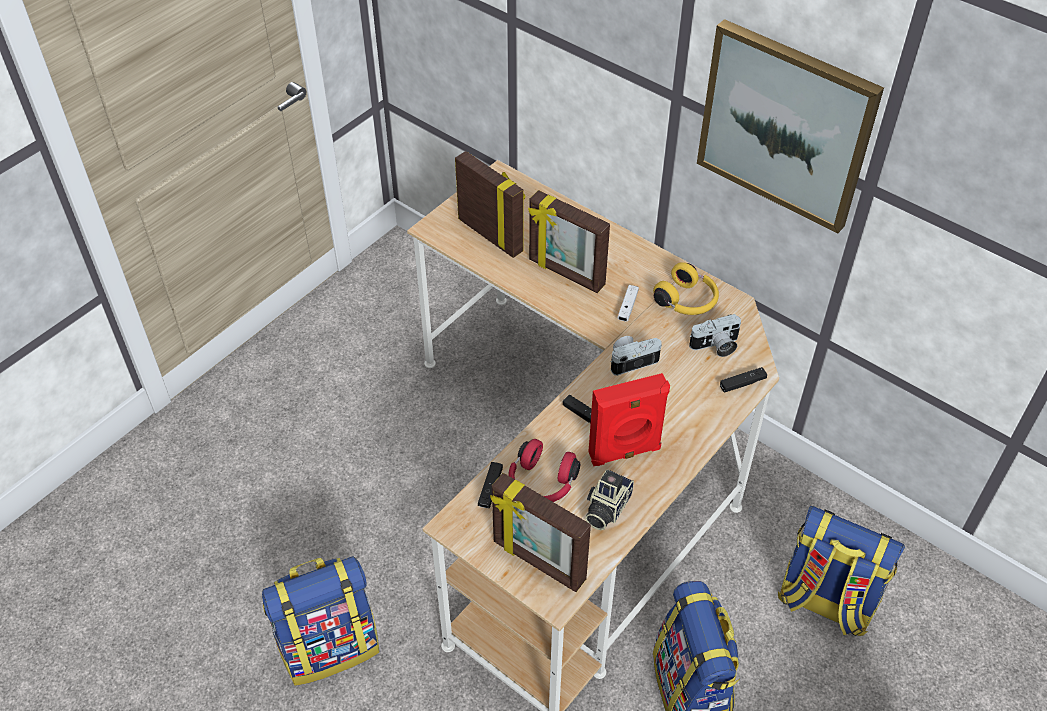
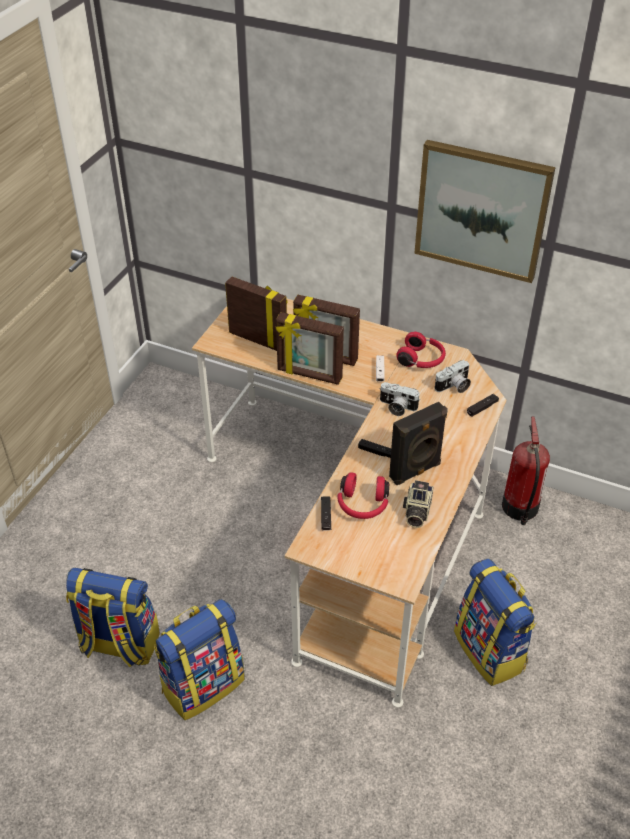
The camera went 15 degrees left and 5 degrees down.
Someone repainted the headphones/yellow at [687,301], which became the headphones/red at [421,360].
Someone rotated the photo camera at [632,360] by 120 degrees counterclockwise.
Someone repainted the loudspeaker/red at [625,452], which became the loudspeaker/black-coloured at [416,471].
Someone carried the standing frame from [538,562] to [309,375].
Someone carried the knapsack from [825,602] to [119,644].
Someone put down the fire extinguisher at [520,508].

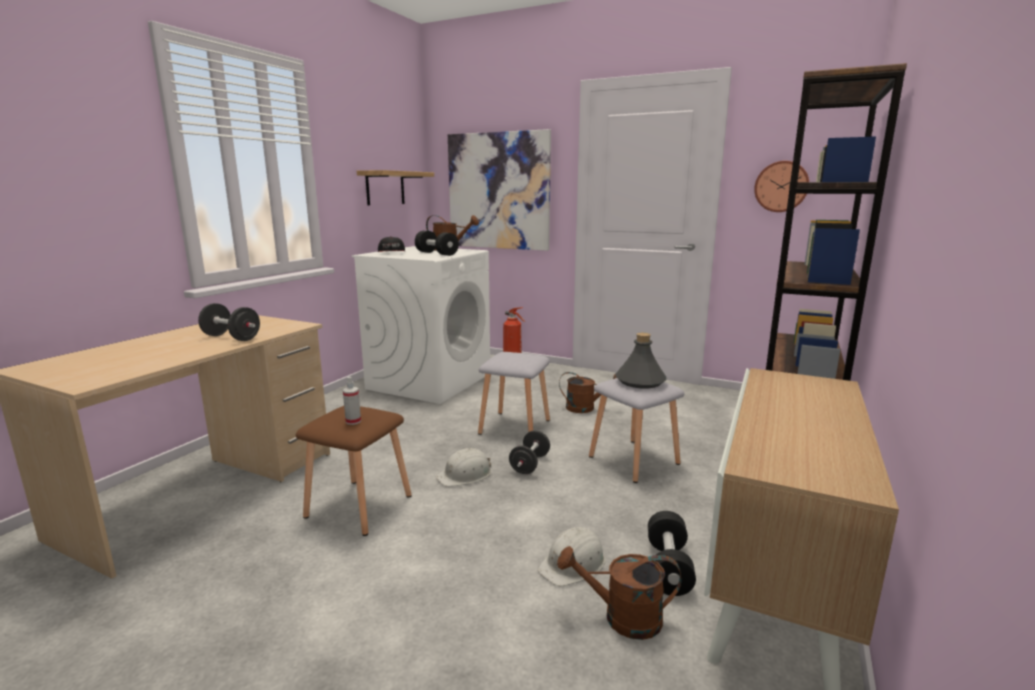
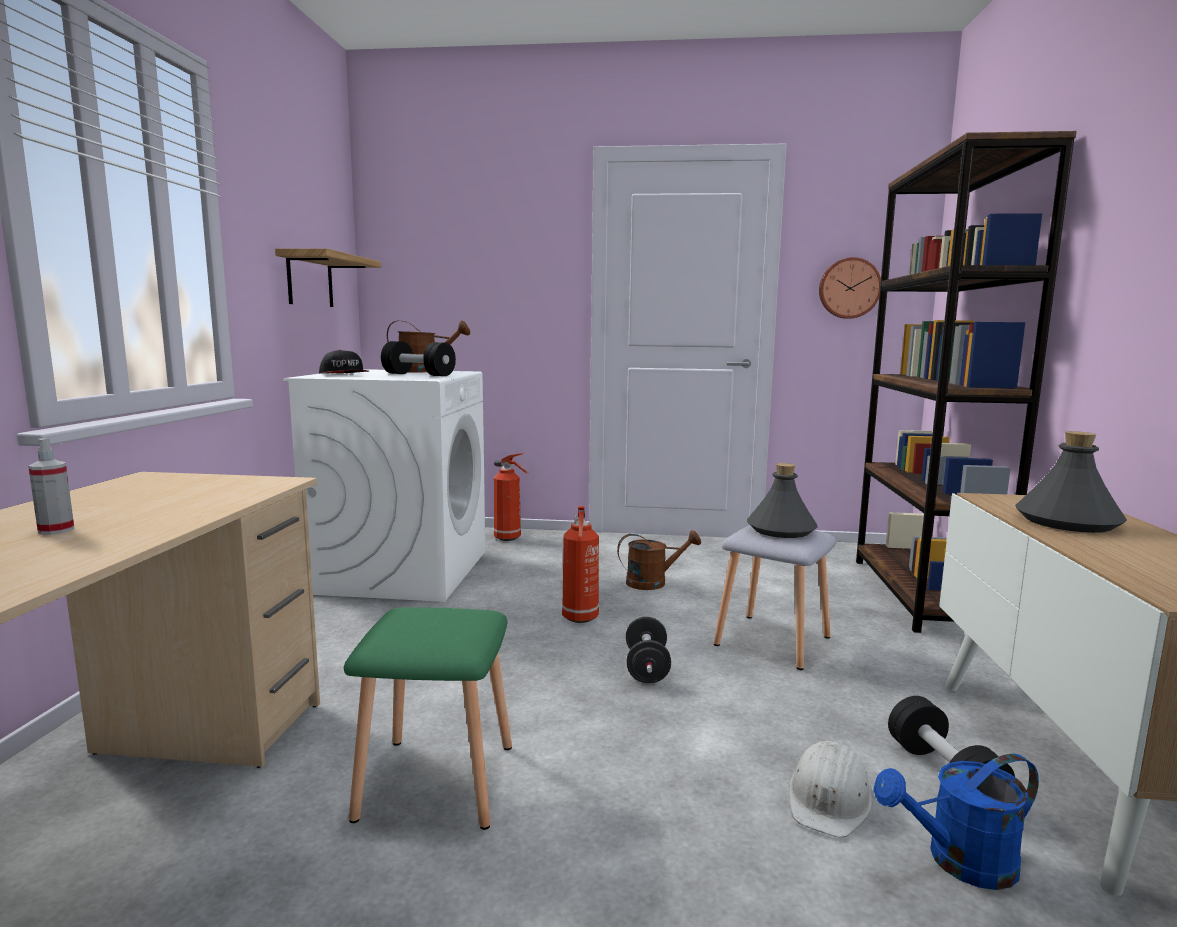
The camera went 20 degrees left and 5 degrees down.
Someone took away the picture at [498,191].
Someone took away the dumbbell/black-coloured at [231,338].
Someone swapped the stool/gray at [514,426] for the fire extinguisher at [580,619].
Someone carried the sprayer from [353,421] to [56,530].
Someone repainted the stool/brown at [358,507], which became the stool/green-coloured at [437,783].
Someone took away the work helmet/white-coloured at [465,475].
Someone repainted the watering pot/brown at [622,618], which became the watering pot/blue-coloured at [959,862].
Someone put down the drink bottle/gray at [1068,522].

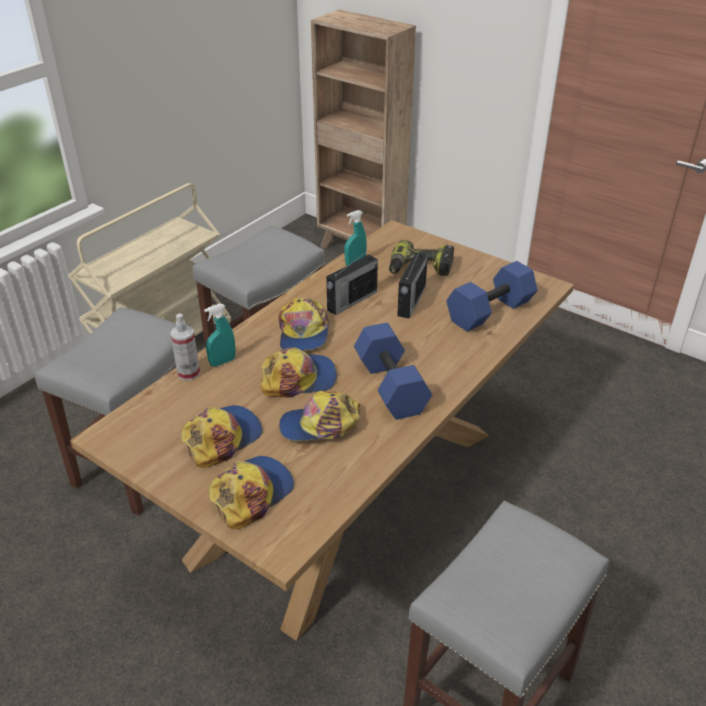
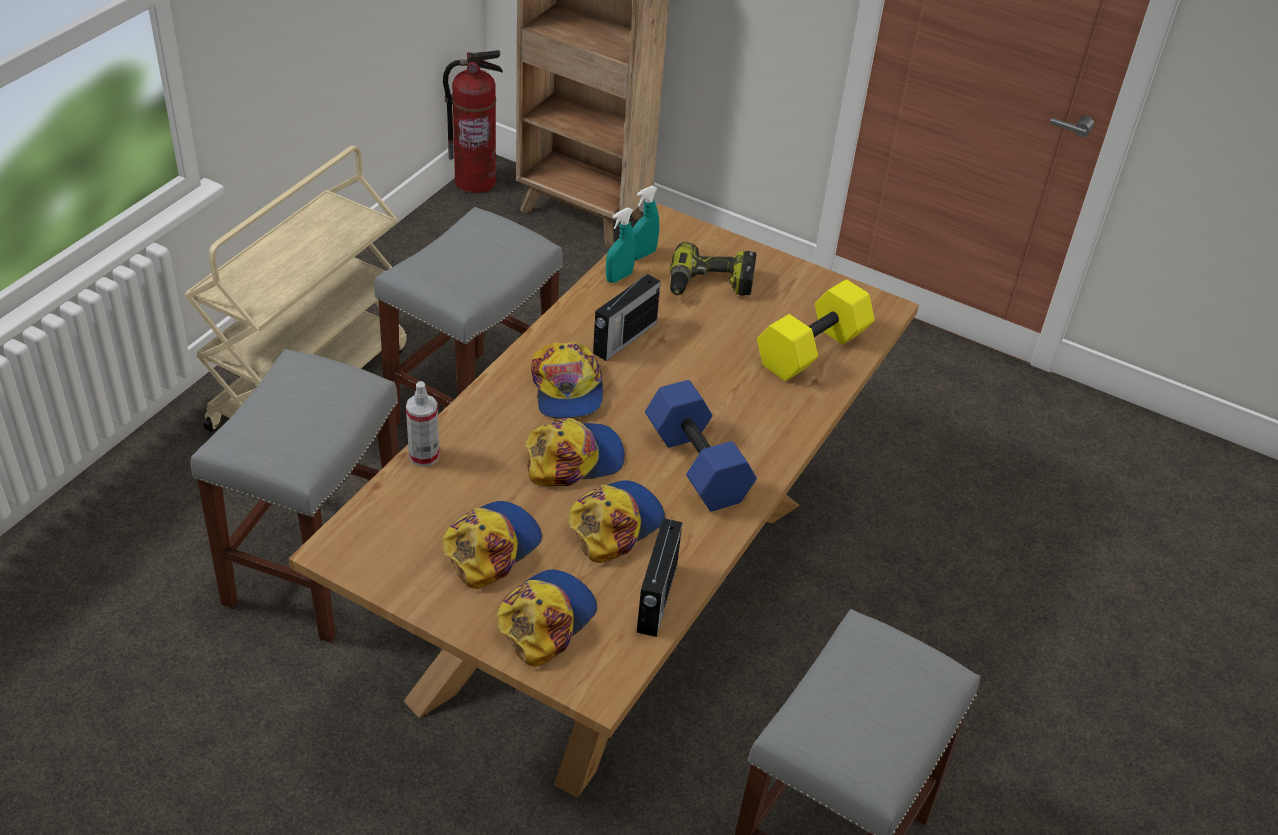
The camera went 10 degrees left and 5 degrees up.
Someone carried the radio set from [411,302] to [656,599].
Someone repainted the dumbbell/blue-coloured at [490,312], which became the dumbbell/yellow at [813,351].
Someone carried the sprayer/turquoise-coloured from [222,362] to [642,254].
Someone rotated the baseball cap at [320,425] by 150 degrees clockwise.
Someone put down the fire extinguisher at [475,182].

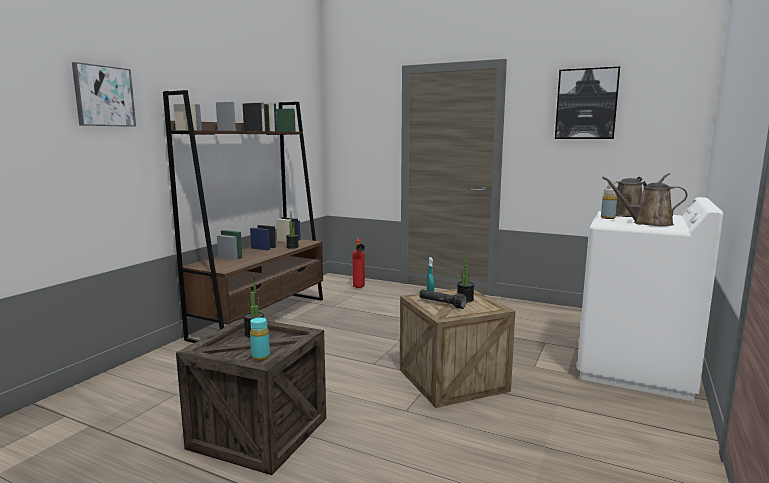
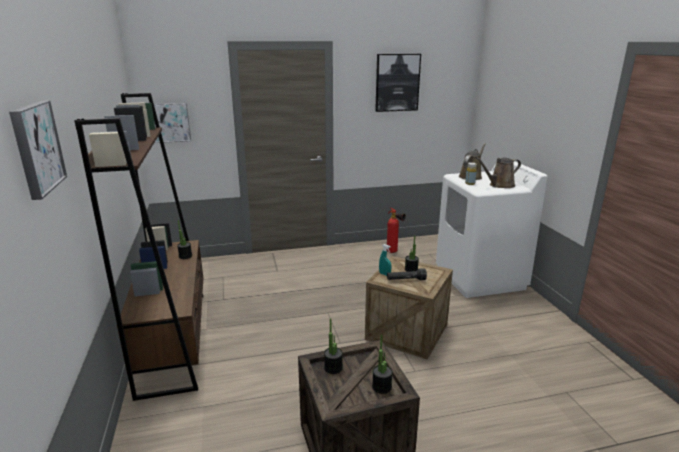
The camera went 40 degrees left and 10 degrees up.
Someone carried the fire extinguisher from [359,288] to [394,252].
Someone swapped the drink bottle/turquoise-coloured at [260,357] for the plant in a pot at [381,387].
Someone put up the picture at [169,122].

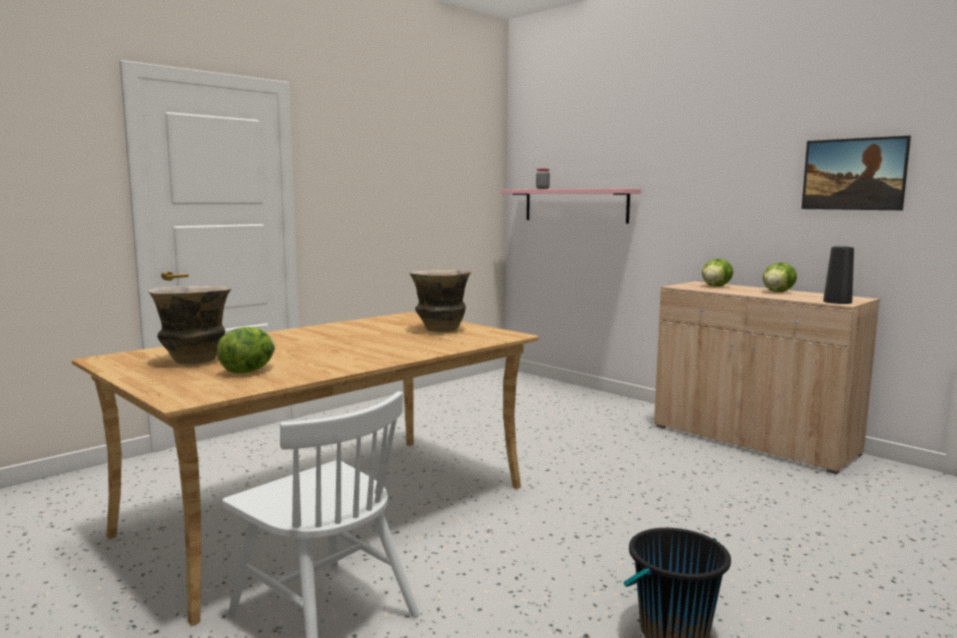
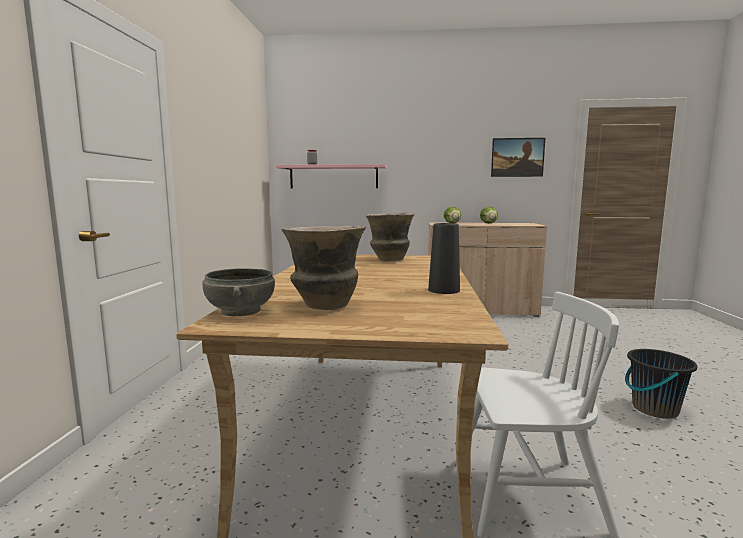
The camera went 40 degrees left and 0 degrees up.
Someone carried the decorative vase/black-coloured from [837,302] to [444,290].
Someone took away the lettuce head at [248,371].
Someone put down the bowl/gray at [239,311].

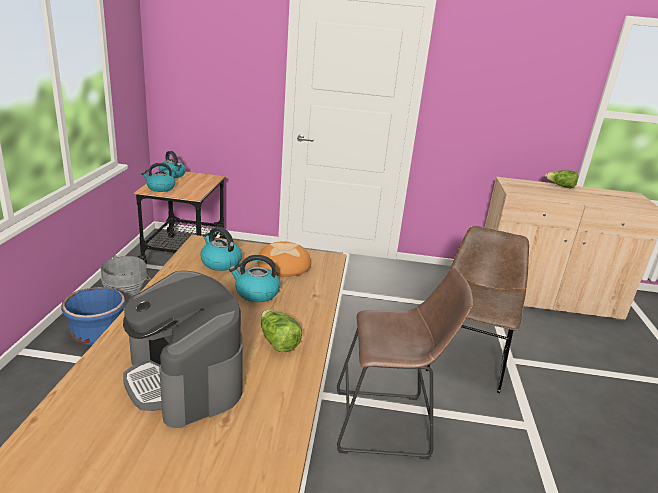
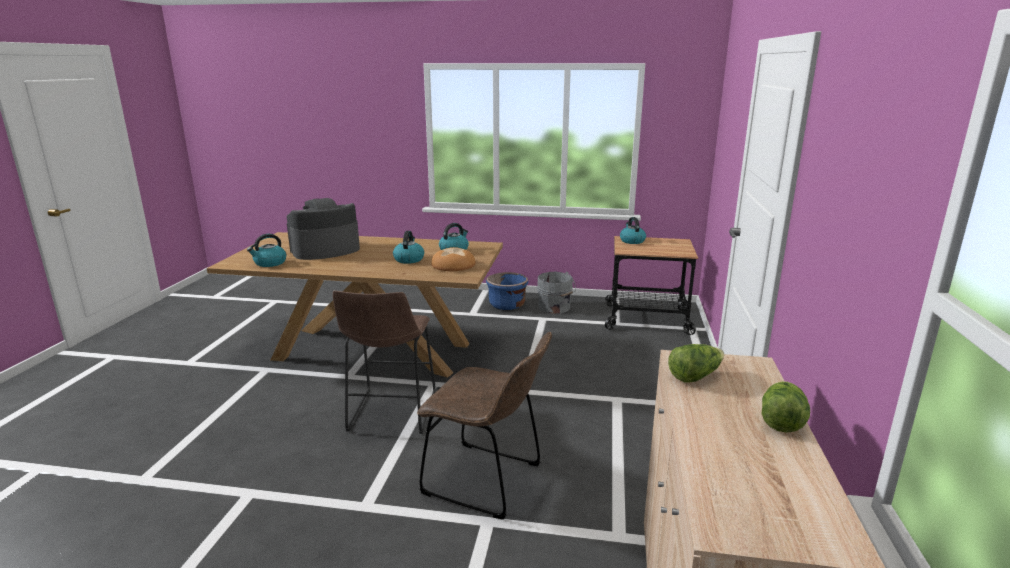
The camera went 95 degrees right and 5 degrees down.
Someone carried the tea kettle from [172,175] to [269,263].
Someone carried the lettuce head from [277,341] to [694,376].

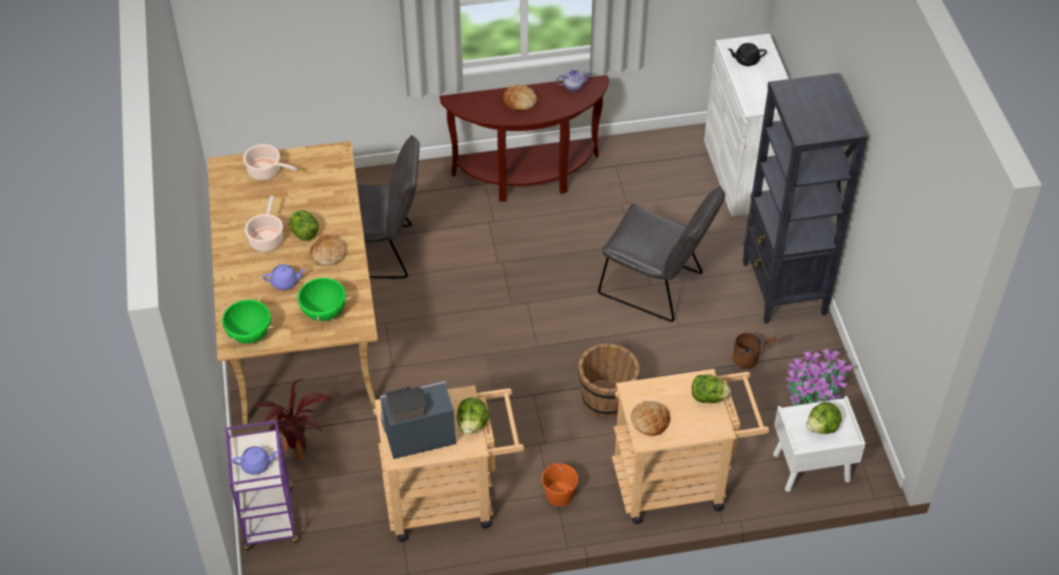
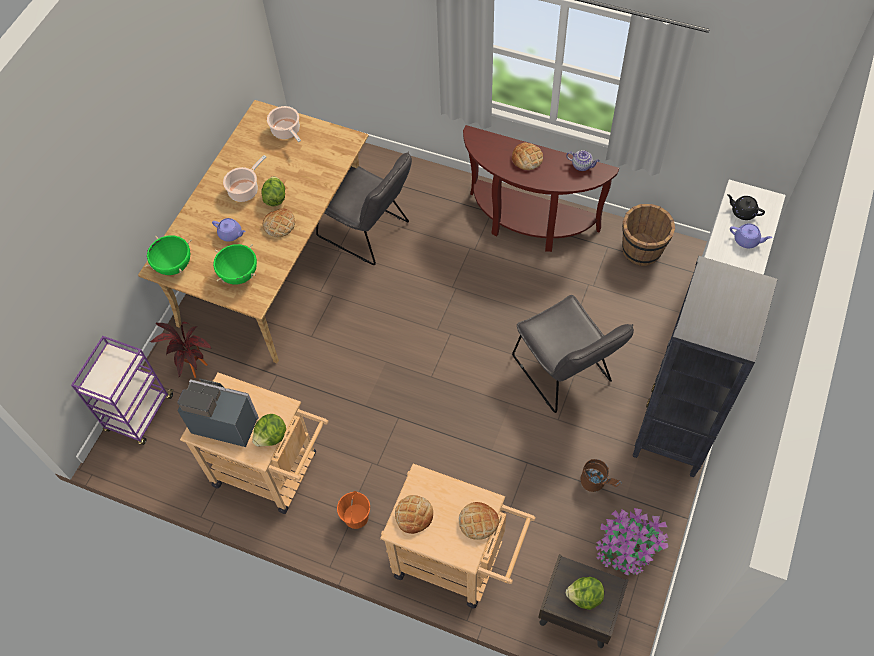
The camera went 35 degrees right and 10 degrees up.
Someone carried the water bucket/brown from [606,399] to [642,250].
Someone swapped the lettuce head at [708,397] for the baked bread at [478,522].
Someone repainted the night table/white-coloured at [810,468], which became the night table/brown at [576,614].
Someone carried the pot for tea/purple from [257,465] to [747,240].

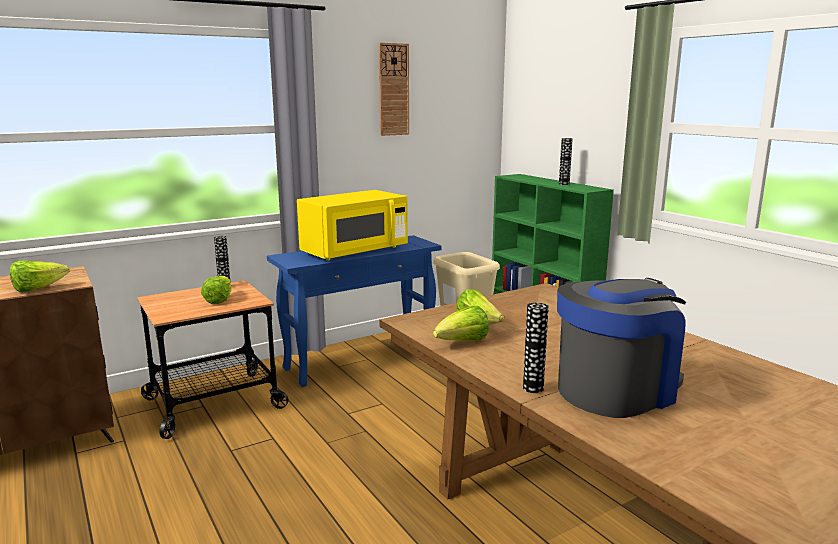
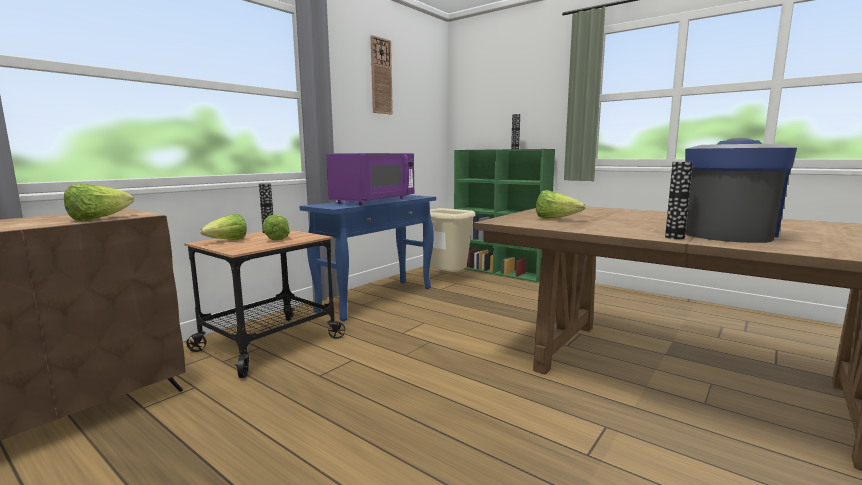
The camera went 20 degrees left and 5 degrees down.
Someone repainted the microwave/yellow at [354,251], which became the microwave/purple at [373,201].
Someone carried the lettuce head from [462,343] to [227,241].

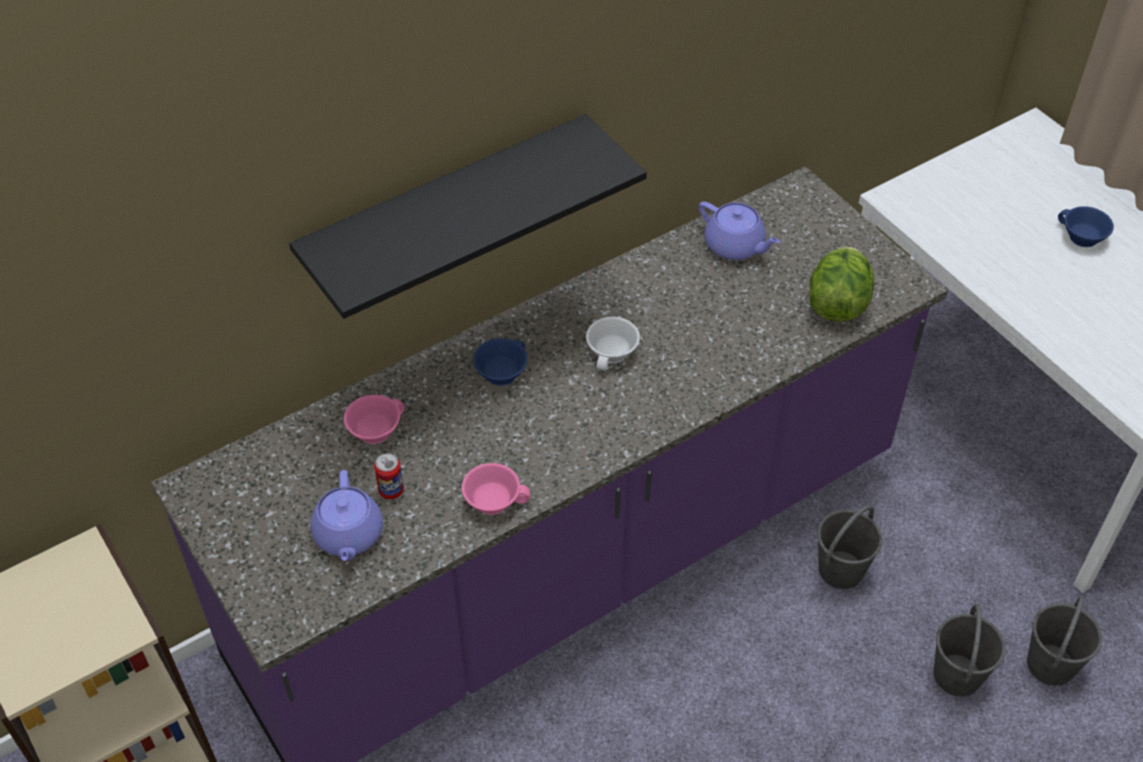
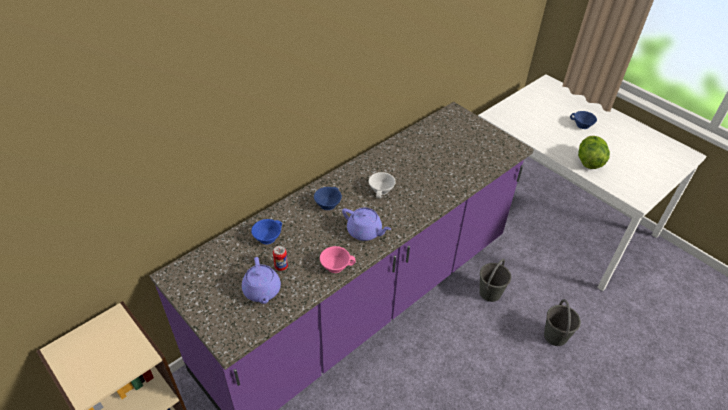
The camera went 10 degrees left and 5 degrees down.
Someone took away the bracket shelf/black-coloured at [446,210].
Someone carried the pot for tea/purple from [735,246] to [365,232].
Someone carried the lettuce head from [837,304] to [589,162].
Someone repainted the drinking cup/pinkish at [374,428], which became the drinking cup/blue-coloured at [267,237].
Someone took away the water bucket/gray at [1050,665].

